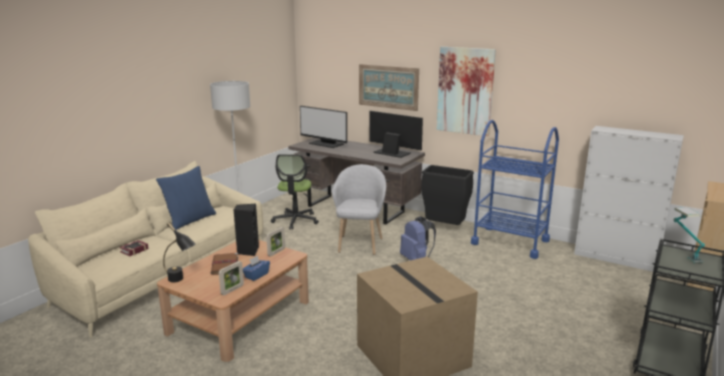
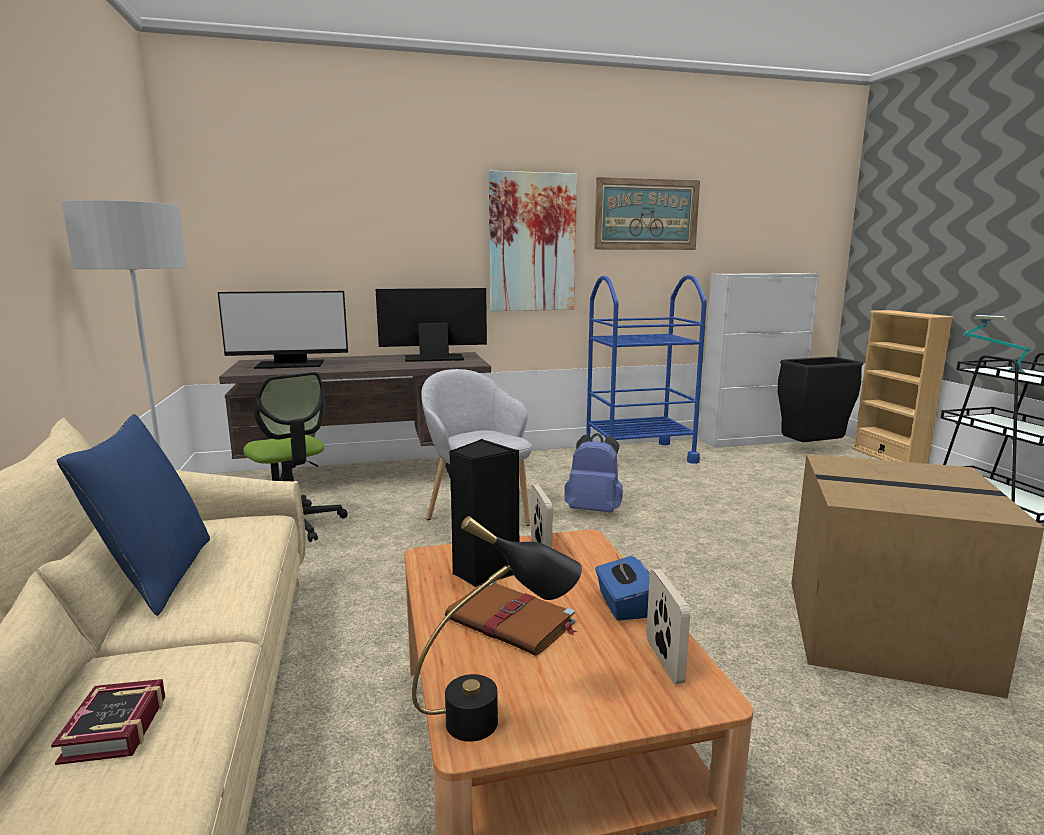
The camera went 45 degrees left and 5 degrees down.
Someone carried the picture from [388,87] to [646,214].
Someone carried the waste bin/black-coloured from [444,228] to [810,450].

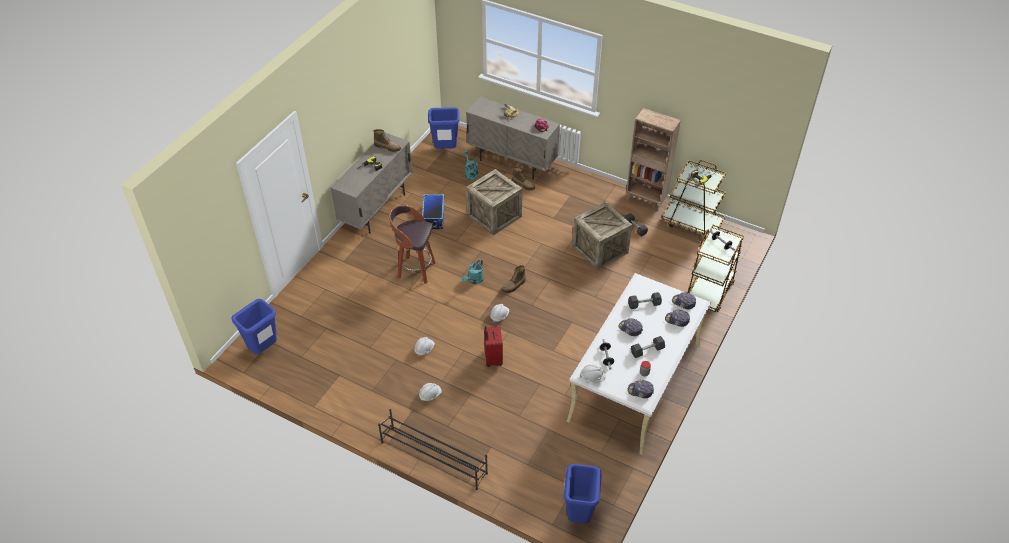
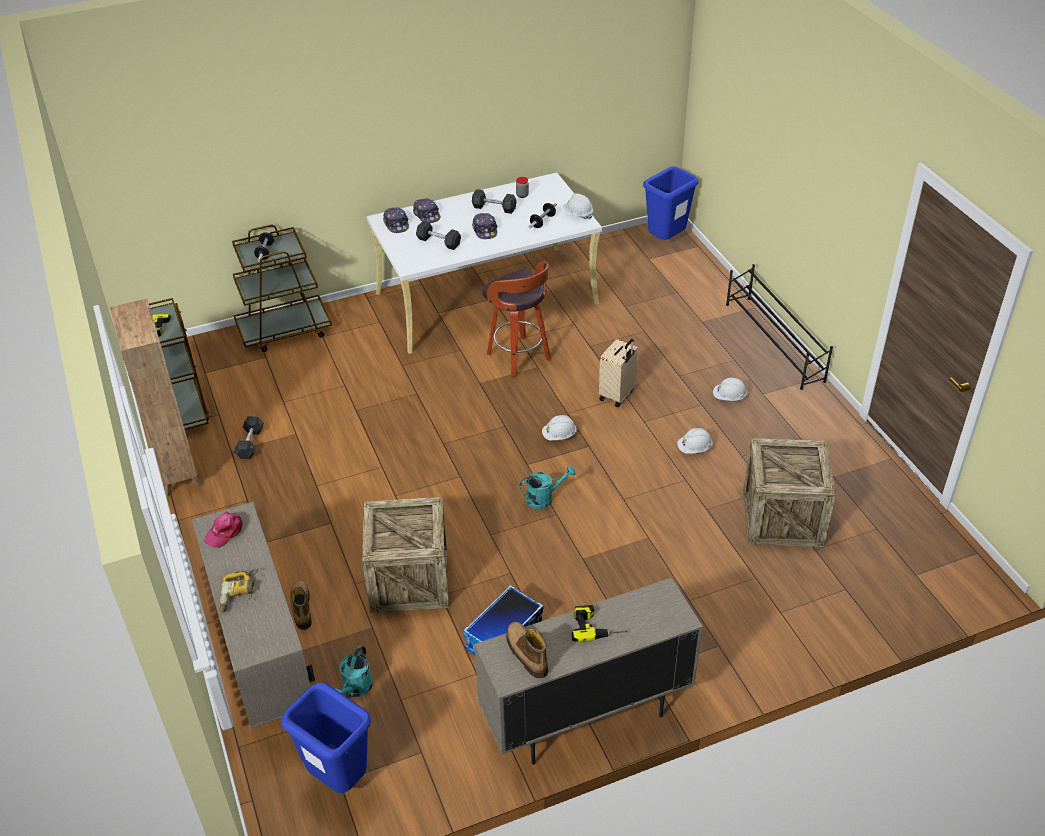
The camera went 140 degrees left and 5 degrees down.
Someone carried the packing crate from [600,249] to [782,518].
Someone carried the stool from [415,270] to [520,357].
Someone took away the tall boot at [514,286].
Someone took away the waste bin/blue-coloured at [263,349].
Someone repainted the travel case/red at [492,358], which became the travel case/sand-coloured at [618,395].
Someone took away the baseball cap at [640,391].

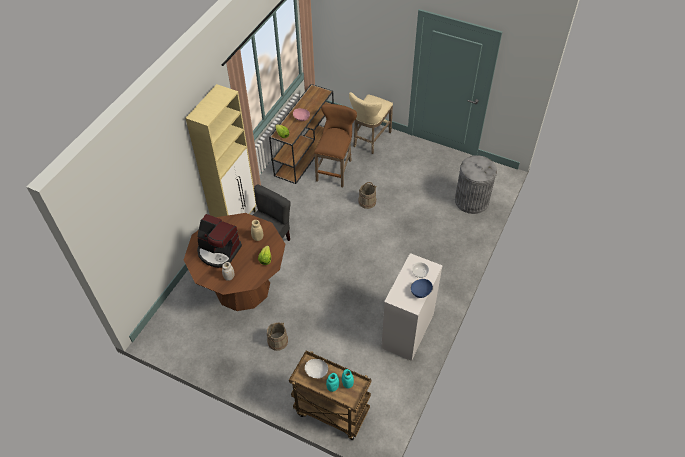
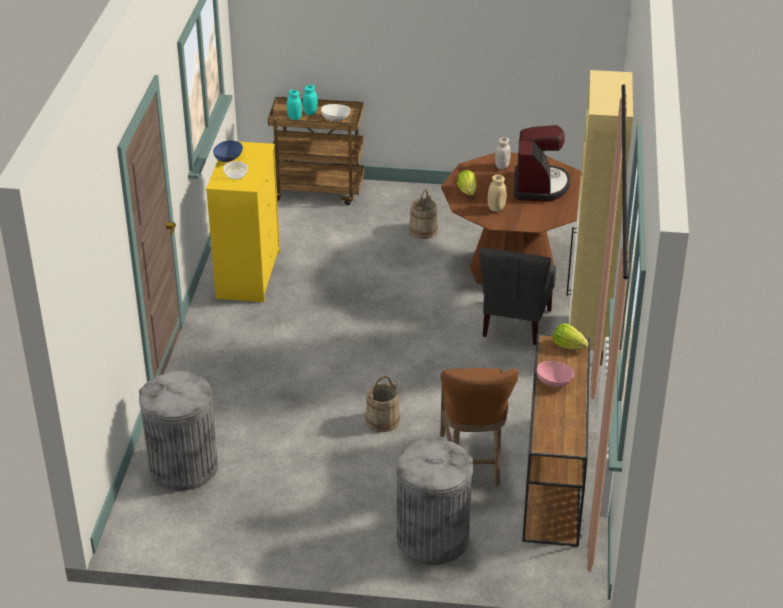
The camera went 160 degrees right and 15 degrees down.
Someone swapped the stool/sand-coloured at [370,140] for the waste bin/gray at [433,538].
Someone rotated the coffee maker at [218,251] by 90 degrees clockwise.
Someone repainted the chest of drawers/white-coloured at [407,331], which became the chest of drawers/yellow at [248,274].

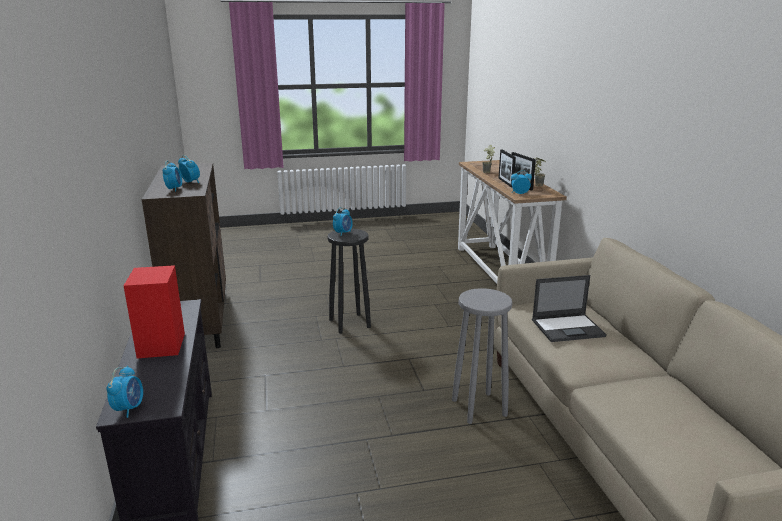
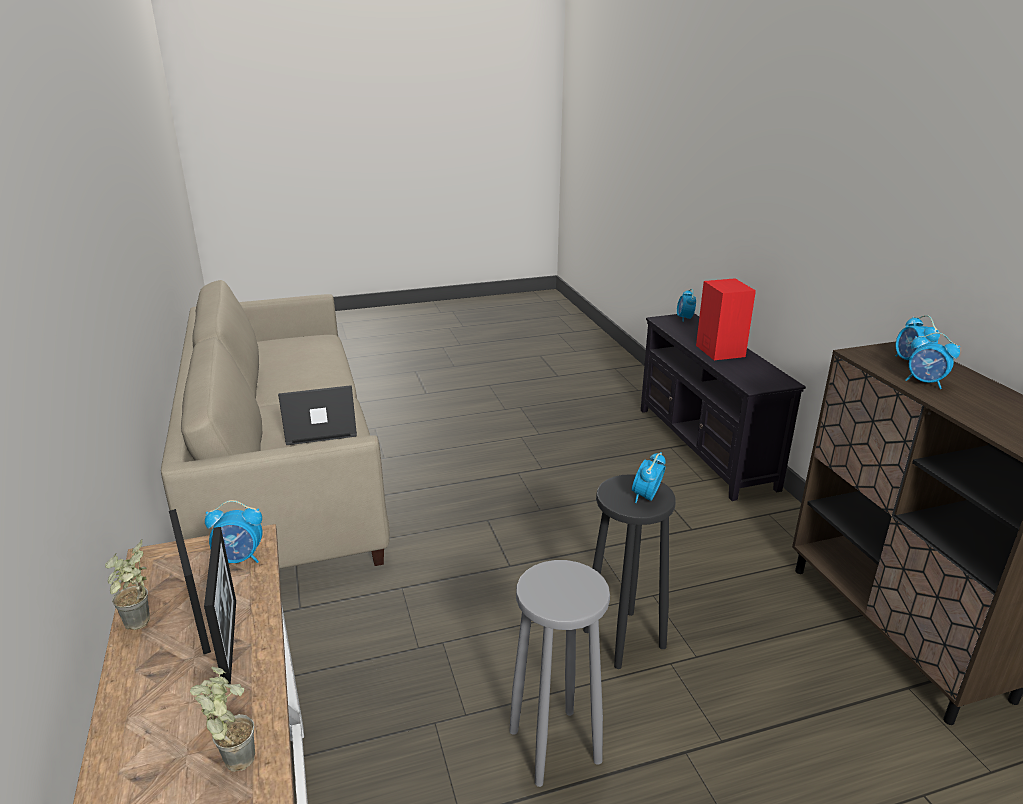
The camera went 175 degrees right and 5 degrees up.
Someone carried the stool/gray from [478,407] to [556,745].

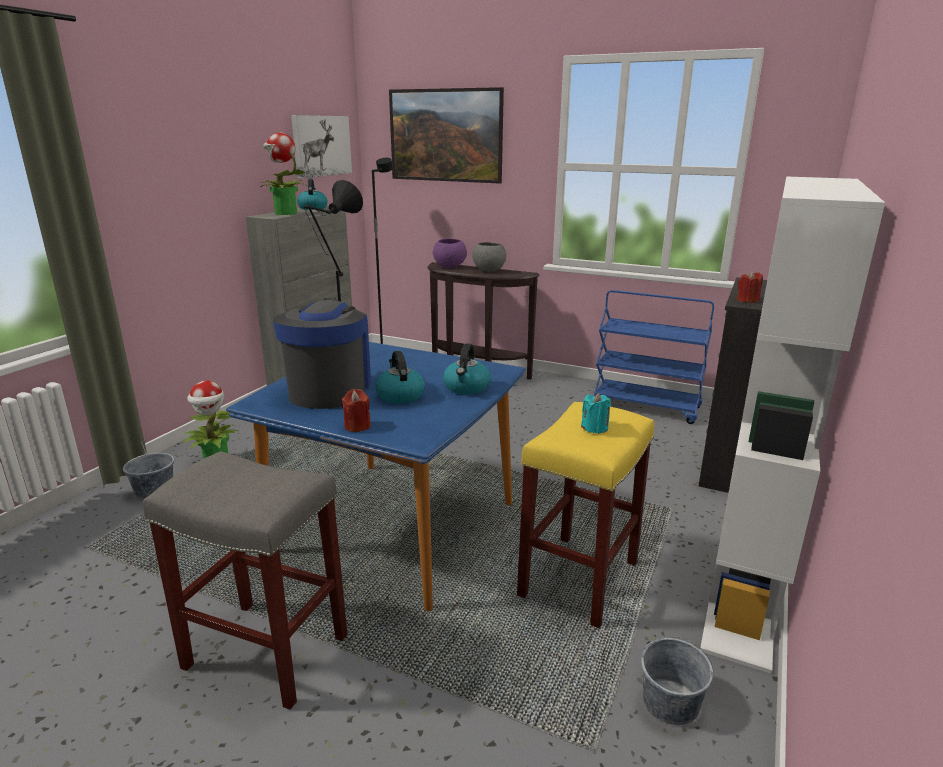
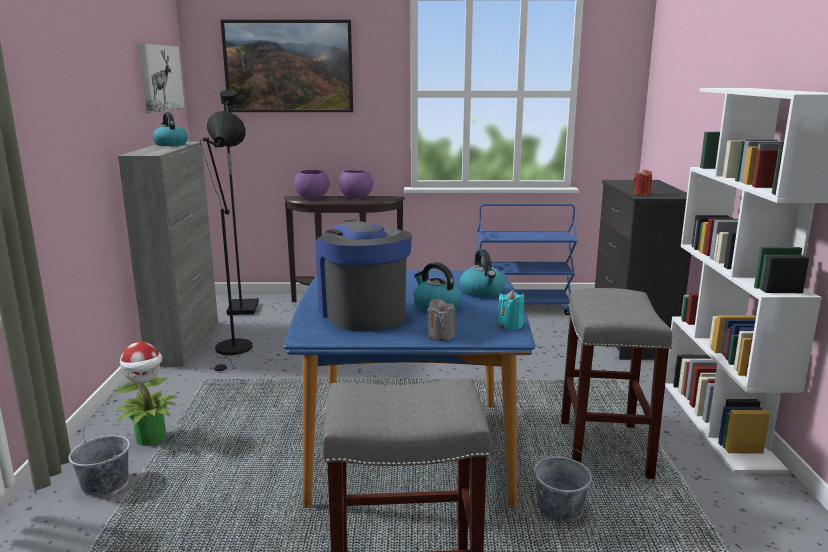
The camera went 25 degrees left and 5 degrees down.
Someone took away the plant in a pot at [285,213].
Someone repainted the bowl/gray at [488,271], which became the bowl/purple at [356,198].
Someone repainted the wax candle/red at [357,426], which became the wax candle/gray at [440,336].
Someone carried the wax candle/turquoise-coloured from [595,428] to [510,325].
Someone repainted the stool/yellow at [579,580], which became the stool/gray at [605,449].
Someone carried the water bucket/gray from [671,702] to [560,508].

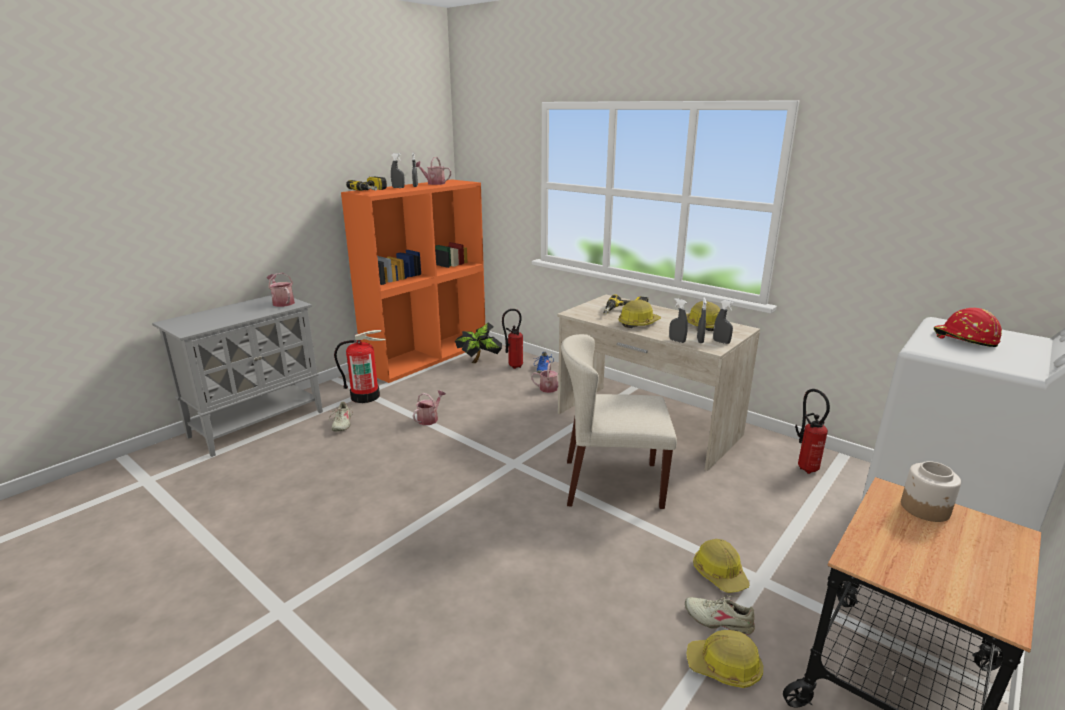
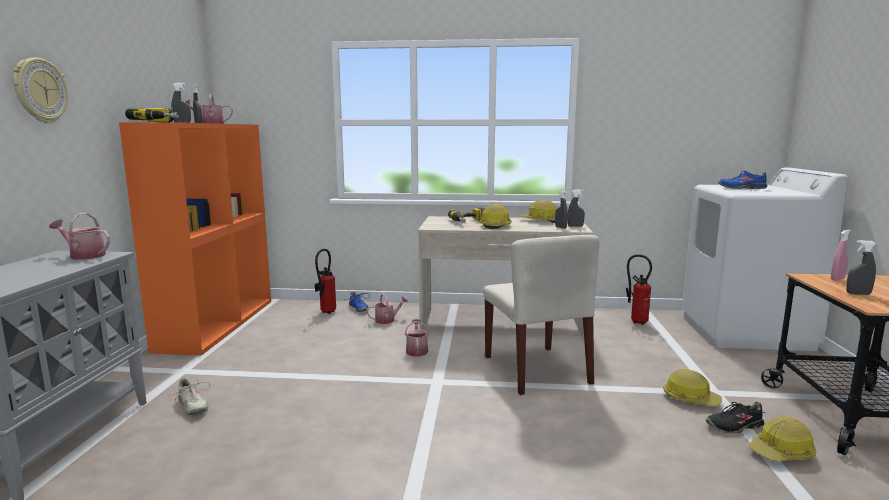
The camera went 35 degrees left and 10 degrees down.
Someone carried the sprayer/gray from [677,341] to [858,294].
Someone swapped the work helmet/red at [964,339] for the low shoe/blue-coloured at [742,188].
Someone took away the plant in a pot at [479,362].
Someone took away the fire extinguisher at [365,396].
Someone rotated the upright chair/sand-coloured at [611,484] by 75 degrees counterclockwise.
Someone carried the watering pot from [429,419] to [417,350].
Someone swapped the preserve jar at [925,509] for the sprayer/pinkish at [837,279].
Someone repainted the low shoe/sand-coloured at [719,620], which became the low shoe/black-coloured at [734,426].
Someone put up the clock on the wall at [40,91].

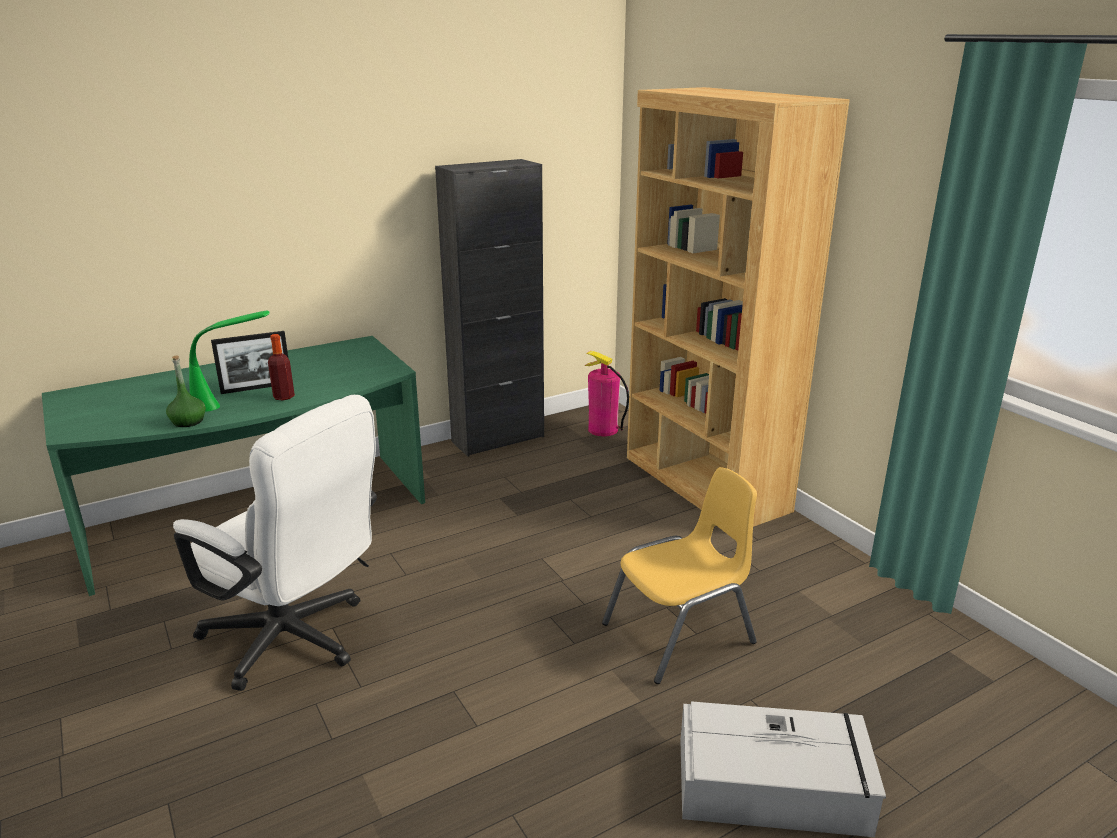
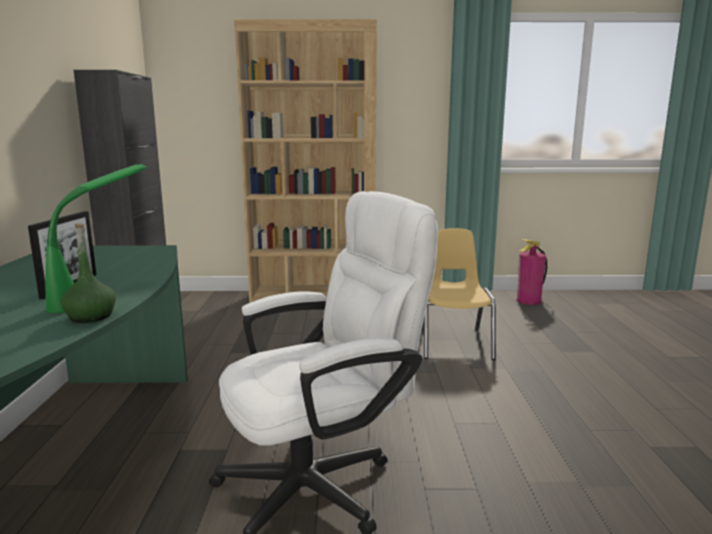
The camera went 60 degrees left and 10 degrees down.
Someone took away the drink bottle at [284,397].
Someone carried the fire extinguisher from [603,430] to [528,301].
Someone took away the storage box/gray at [775,786].

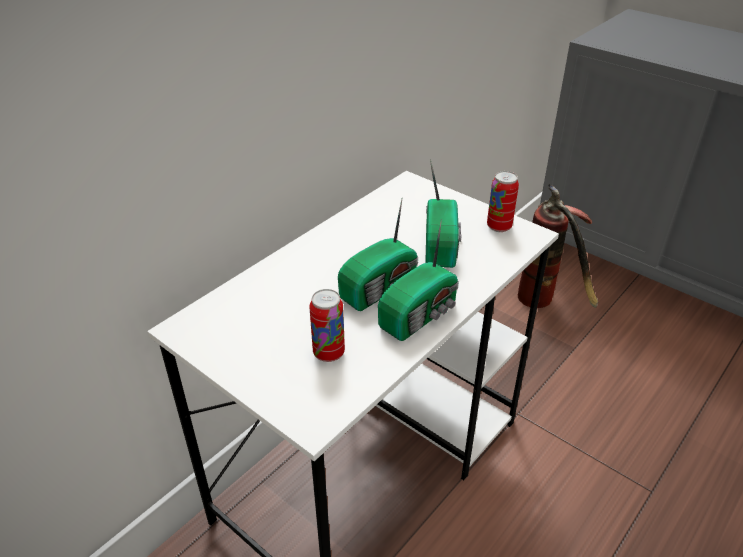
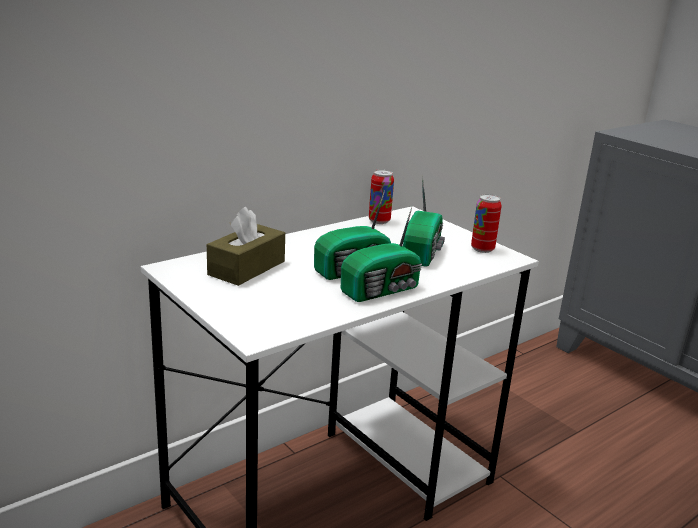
The camera went 10 degrees right and 15 degrees down.
Someone took away the fire extinguisher at [548,302].
Someone carried the sealed can from [328,353] to [379,221].
Someone put down the tissue holder/brown at [246,268].

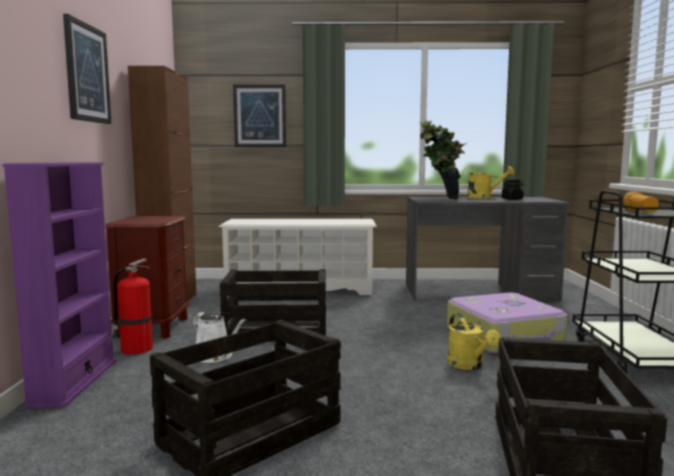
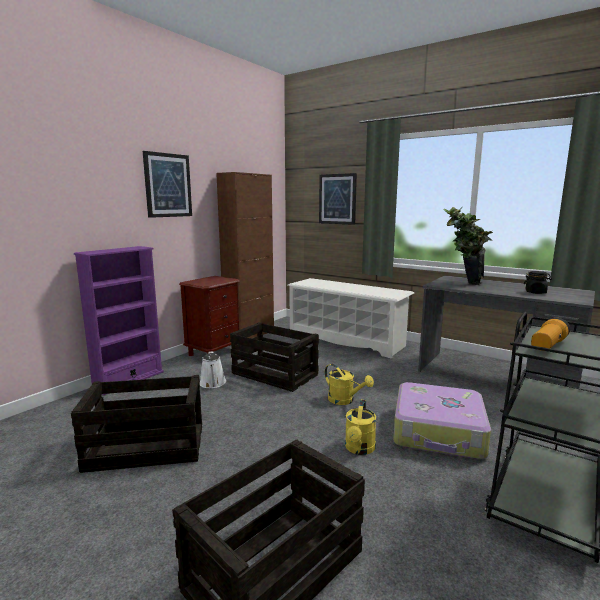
The camera went 35 degrees right and 5 degrees up.
Someone carried the watering pot/yellow from [484,197] to [345,400].
Someone took away the fire extinguisher at [135,349].

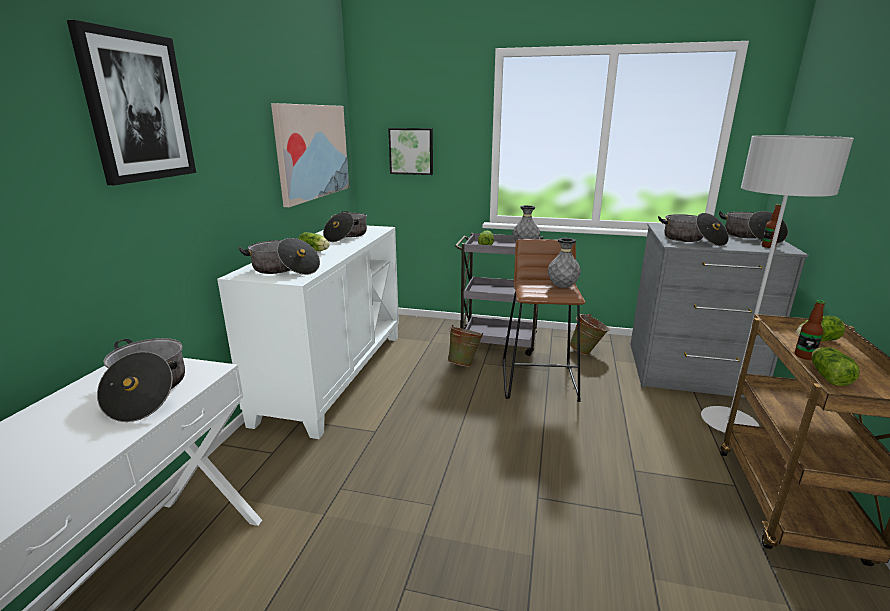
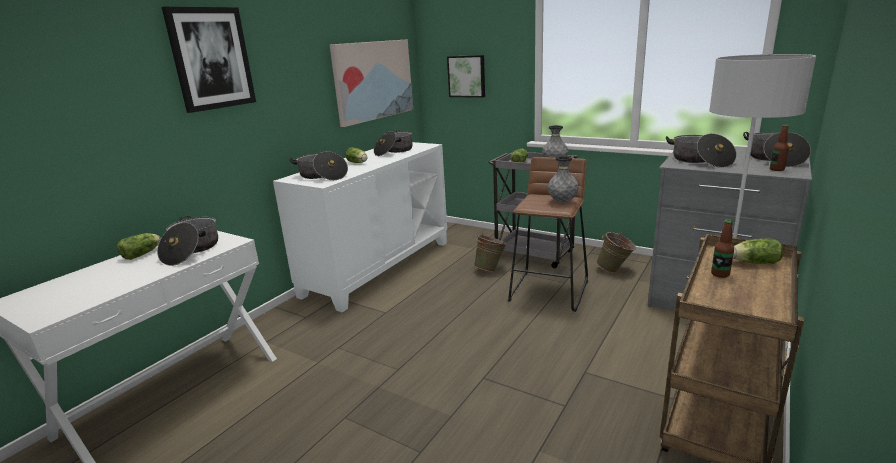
The camera went 20 degrees right and 0 degrees up.
Someone carried the lettuce head from [827,376] to [143,254].

